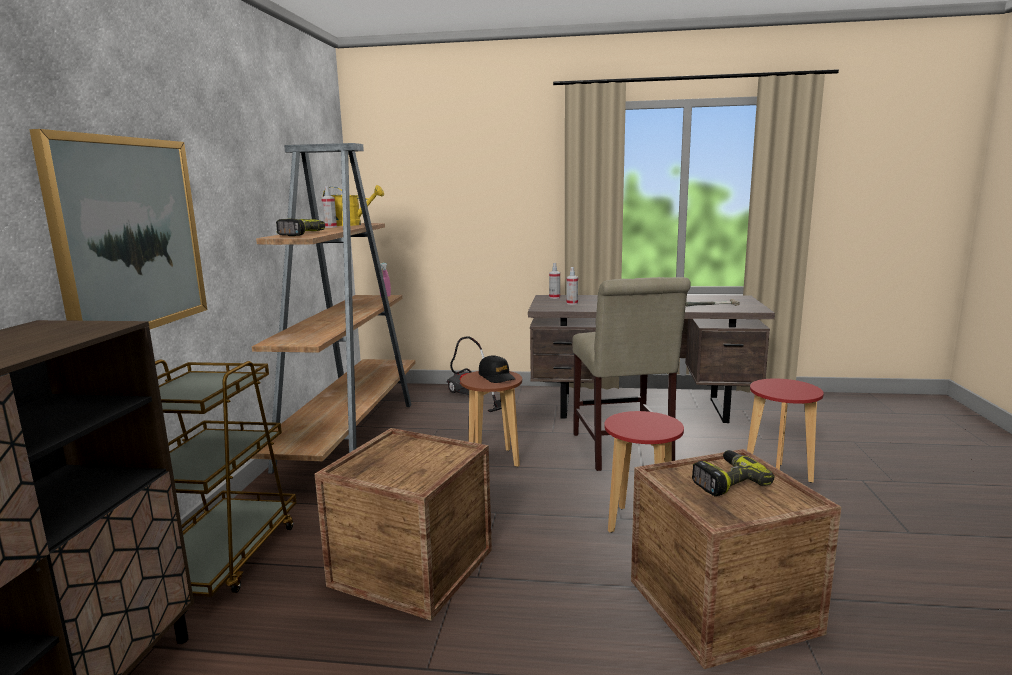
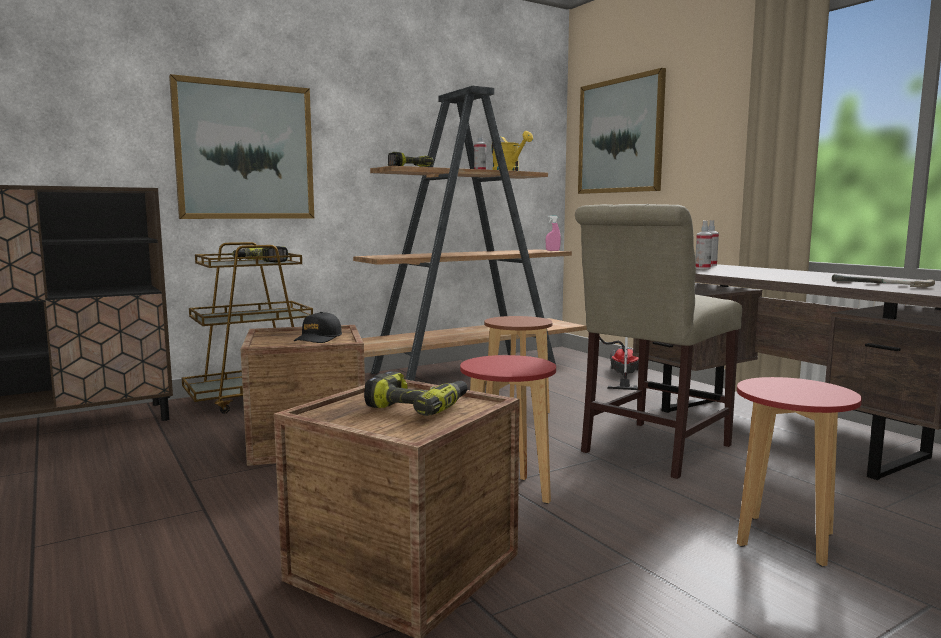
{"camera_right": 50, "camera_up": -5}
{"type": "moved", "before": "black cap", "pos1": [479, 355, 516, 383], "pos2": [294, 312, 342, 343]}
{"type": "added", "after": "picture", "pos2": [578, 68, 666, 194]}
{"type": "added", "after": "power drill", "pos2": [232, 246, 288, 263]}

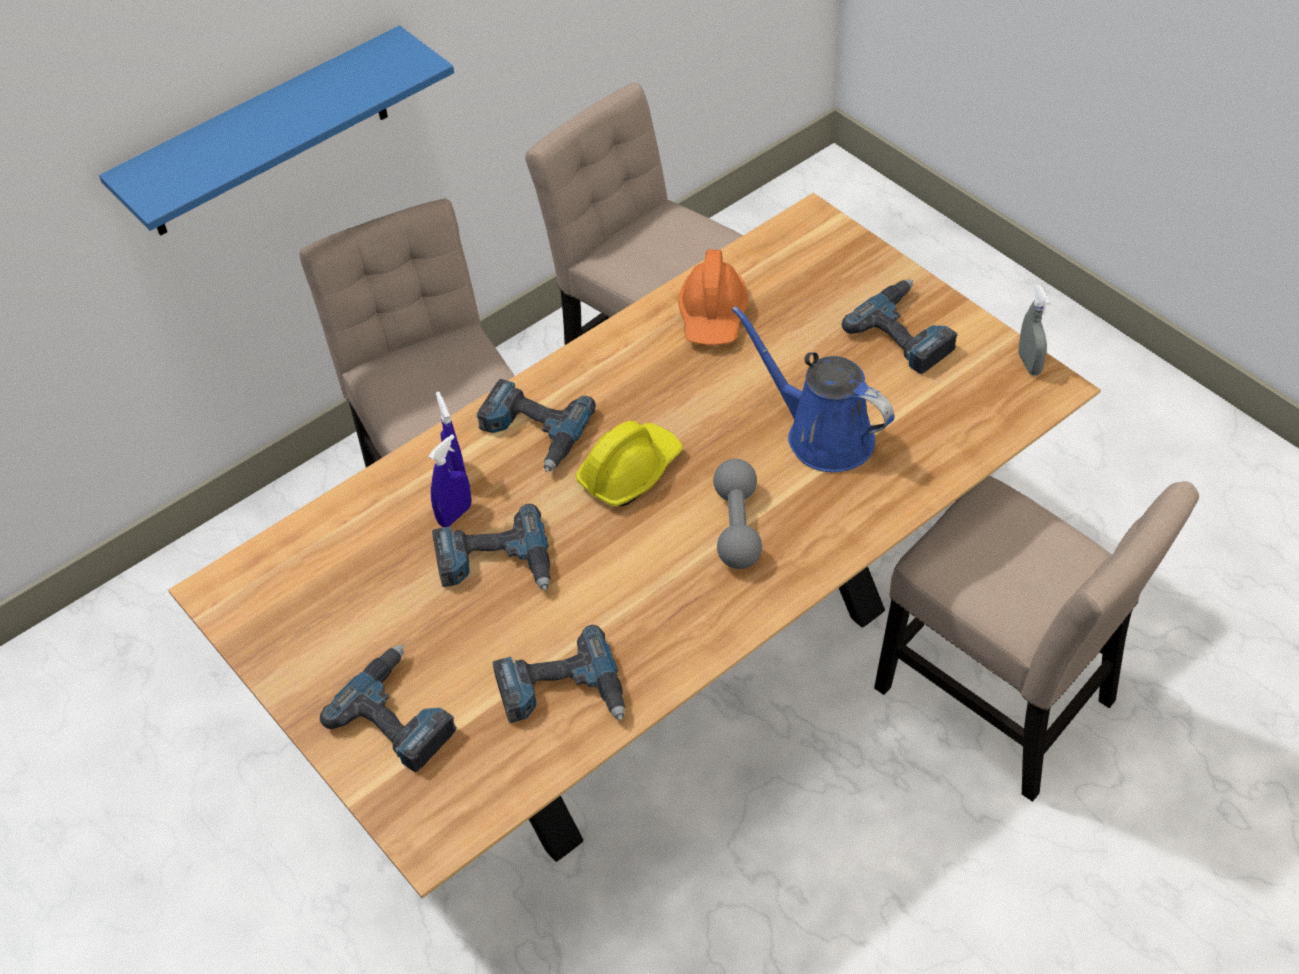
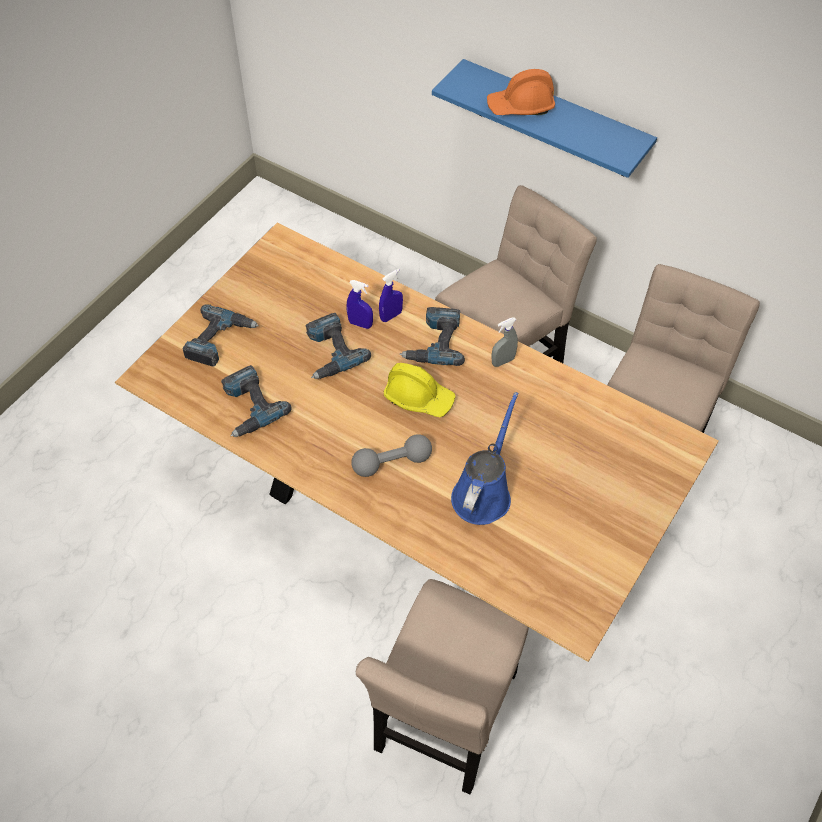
{"camera_right": 70, "camera_up": 5}
{"type": "moved", "before": "orange hard hat", "pos1": [678, 250, 748, 345], "pos2": [487, 69, 555, 115]}
{"type": "removed", "before": "power drill", "pos1": [842, 279, 958, 374]}
{"type": "moved", "before": "grey spray bottle", "pos1": [1018, 285, 1051, 376], "pos2": [492, 317, 518, 367]}

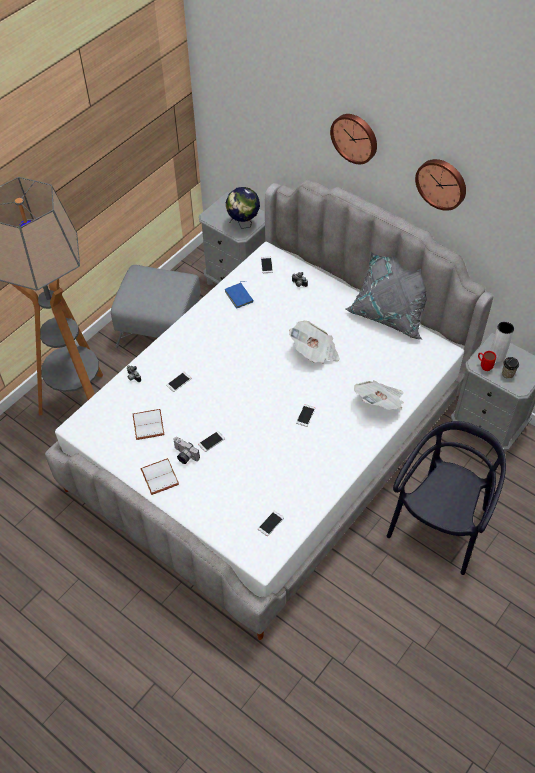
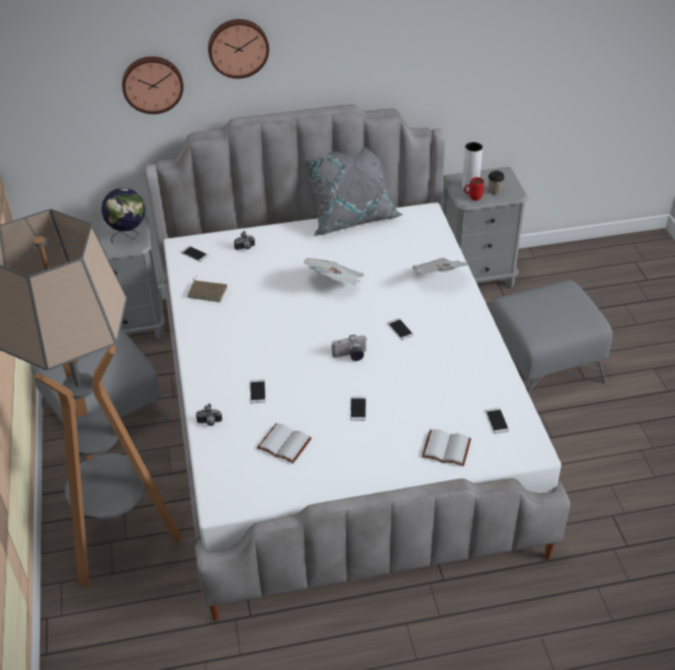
{"camera_right": -50, "camera_up": -10}
{"type": "moved", "before": "wall clock", "pos1": [415, 159, 466, 211], "pos2": [122, 56, 183, 114]}
{"type": "recoloured", "before": "blue book", "after": "brown book", "pos1": [225, 281, 253, 309], "pos2": [188, 276, 227, 302]}
{"type": "replaced", "before": "black chair", "after": "grey ottoman", "pos1": [387, 421, 506, 575], "pos2": [489, 280, 613, 394]}
{"type": "moved", "before": "photo camera", "pos1": [173, 437, 200, 464], "pos2": [332, 335, 367, 361]}
{"type": "moved", "before": "white book", "pos1": [140, 458, 179, 495], "pos2": [422, 429, 471, 466]}

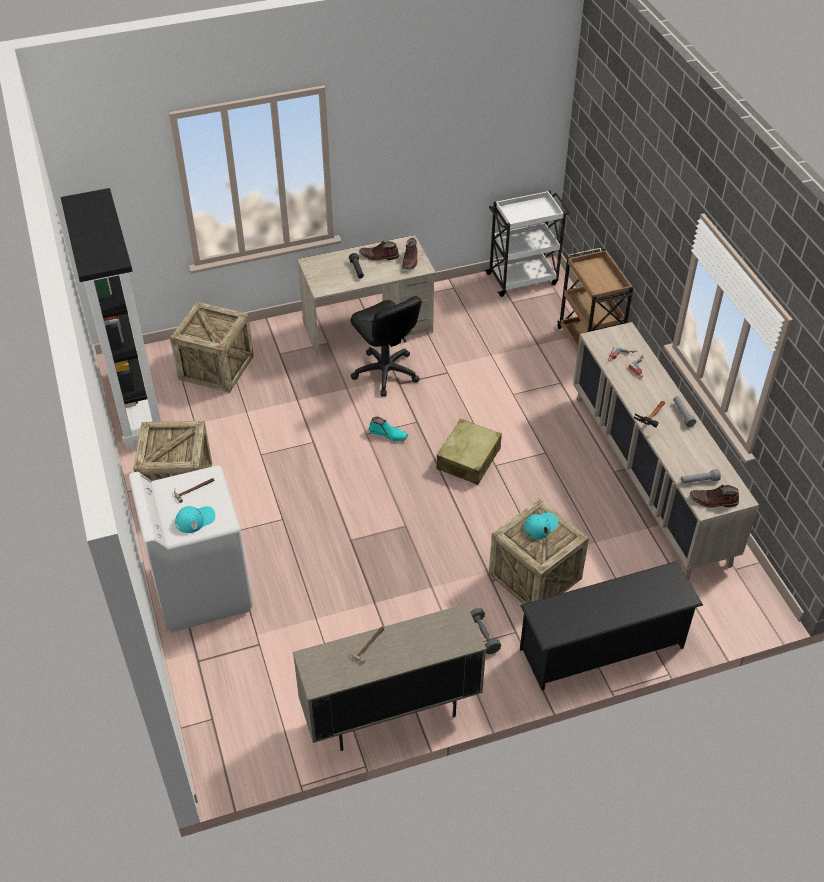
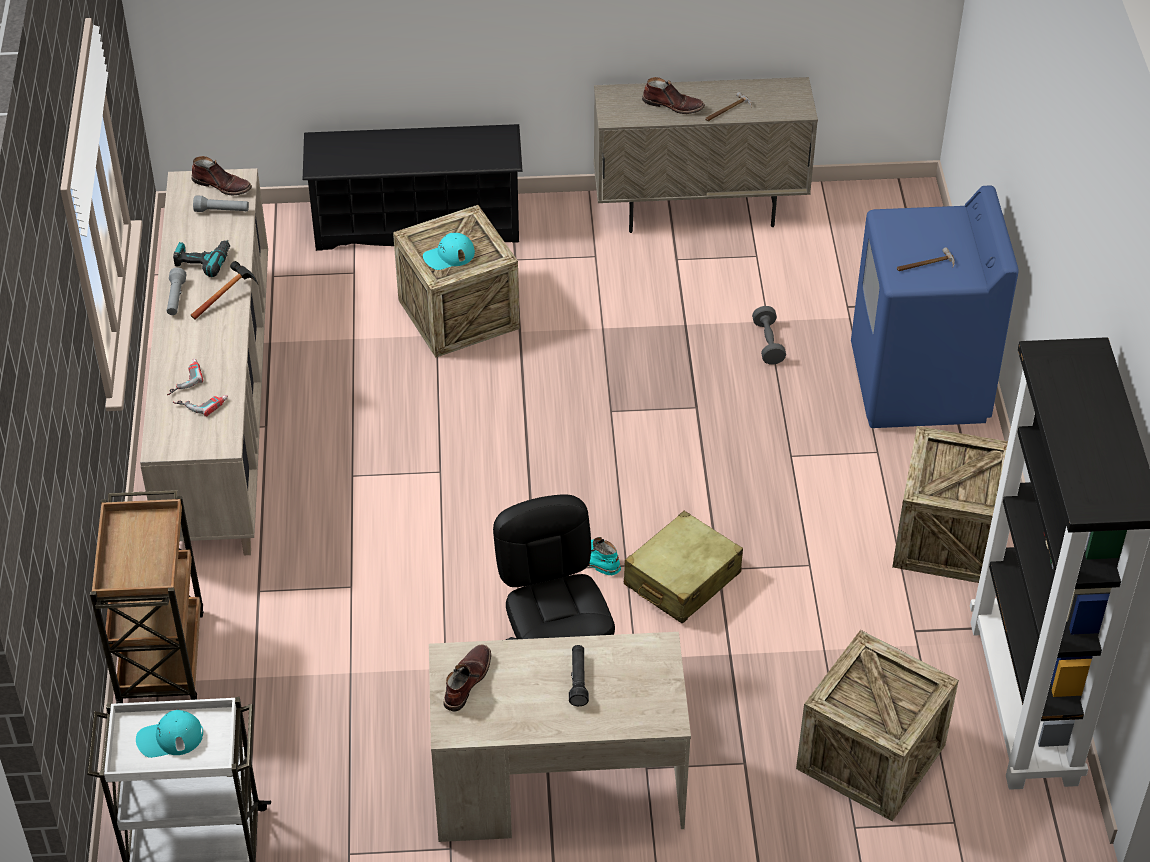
{"camera_right": -165, "camera_up": 0}
{"type": "moved", "before": "brown boot", "pos1": [359, 241, 399, 261], "pos2": [642, 77, 705, 114]}
{"type": "moved", "before": "beige suitcase", "pos1": [437, 419, 502, 485], "pos2": [624, 511, 743, 624]}
{"type": "recoloured", "before": "white washing machine", "after": "blue washing machine", "pos1": [129, 466, 253, 633], "pos2": [851, 185, 1019, 428]}
{"type": "moved", "before": "turquoise cap", "pos1": [175, 506, 215, 533], "pos2": [136, 710, 203, 758]}
{"type": "moved", "before": "grey dumbbell", "pos1": [470, 608, 501, 654], "pos2": [752, 306, 786, 365]}
{"type": "added", "after": "power drill", "pos2": [173, 240, 230, 277]}

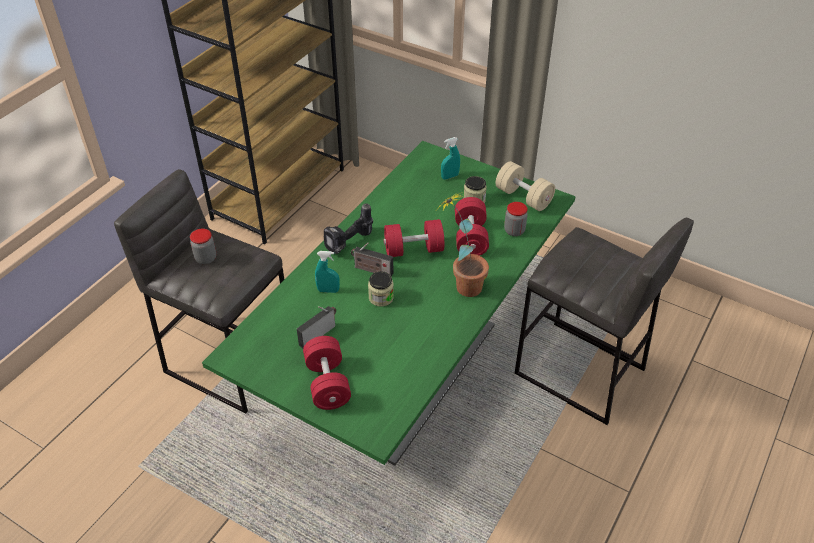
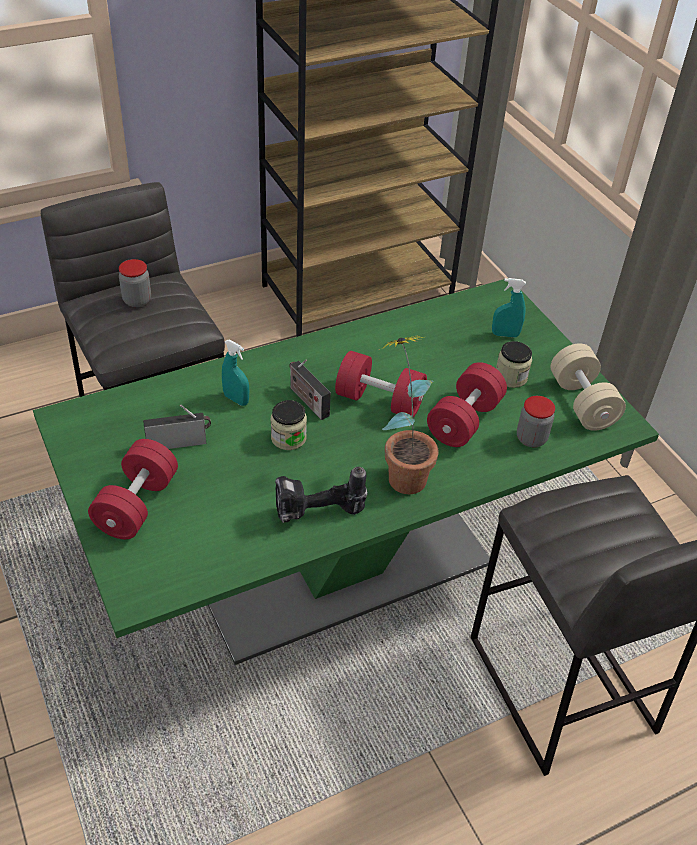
{"camera_right": 30, "camera_up": 0}
{"type": "moved", "before": "power drill", "pos1": [324, 203, 373, 254], "pos2": [275, 467, 368, 523]}

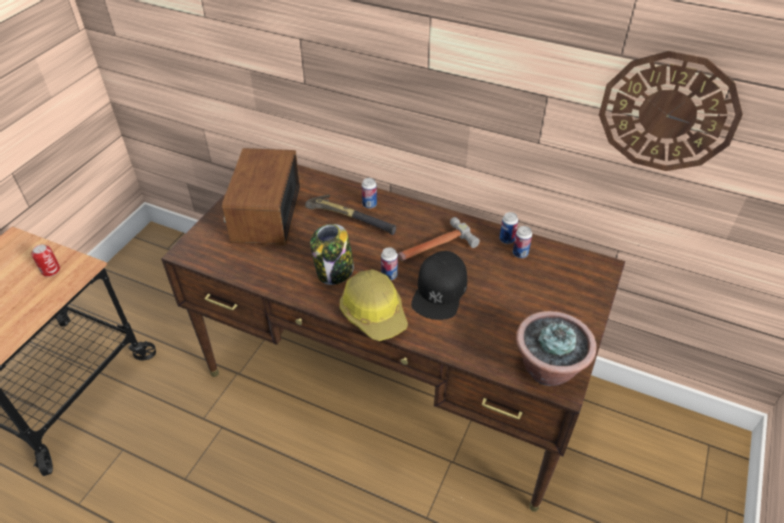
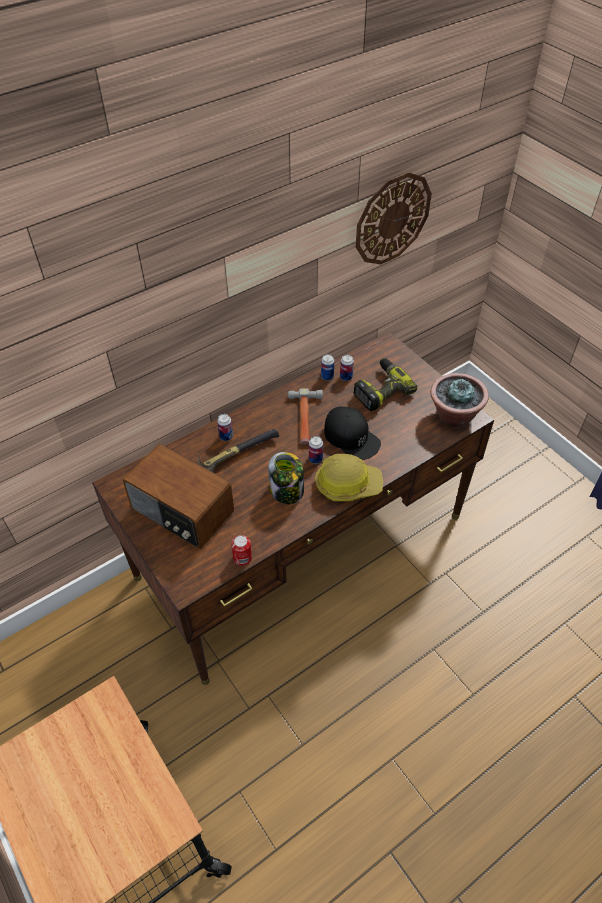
{"camera_right": -60, "camera_up": 5}
{"type": "moved", "before": "can", "pos1": [31, 244, 60, 277], "pos2": [231, 535, 252, 566]}
{"type": "added", "after": "power drill", "pos2": [353, 358, 418, 411]}

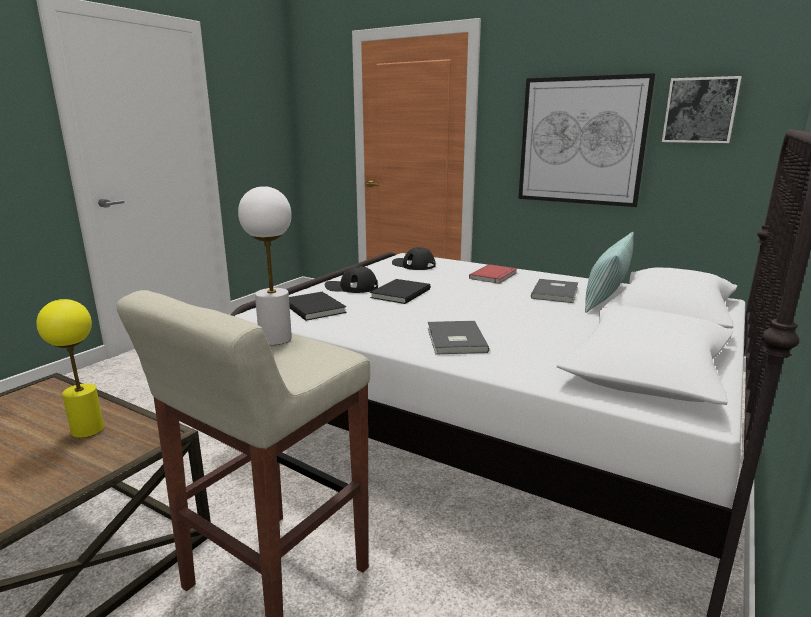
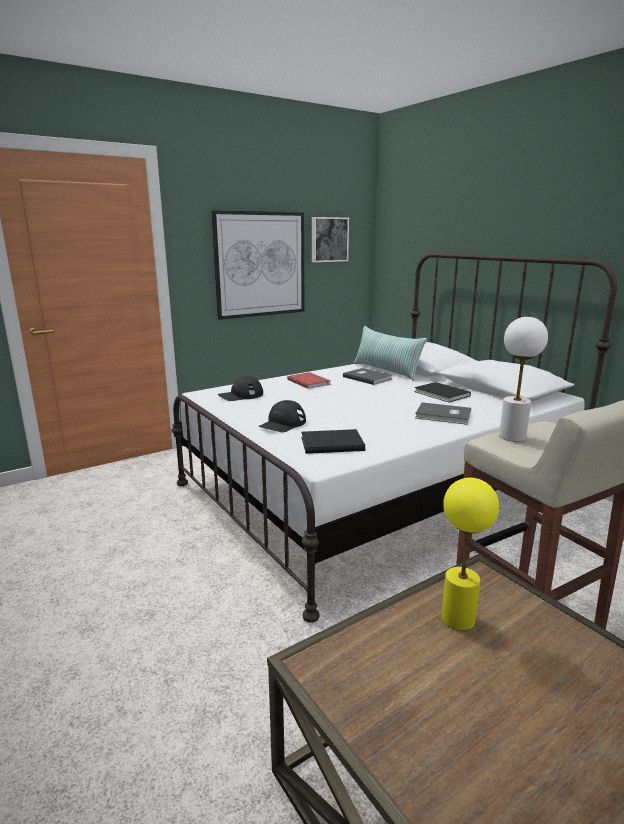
{"camera_right": -65, "camera_up": 0}
{"type": "moved", "before": "black book", "pos1": [370, 279, 431, 304], "pos2": [414, 382, 471, 402]}

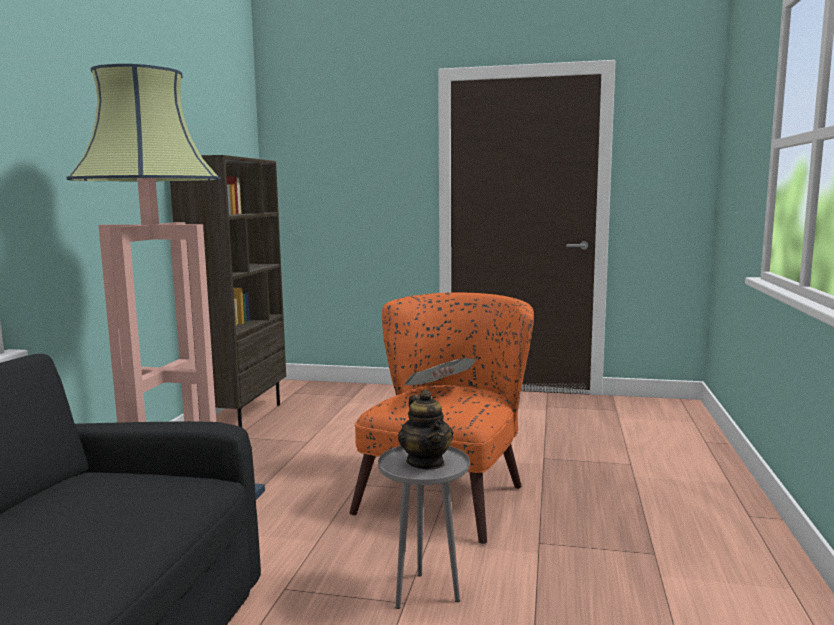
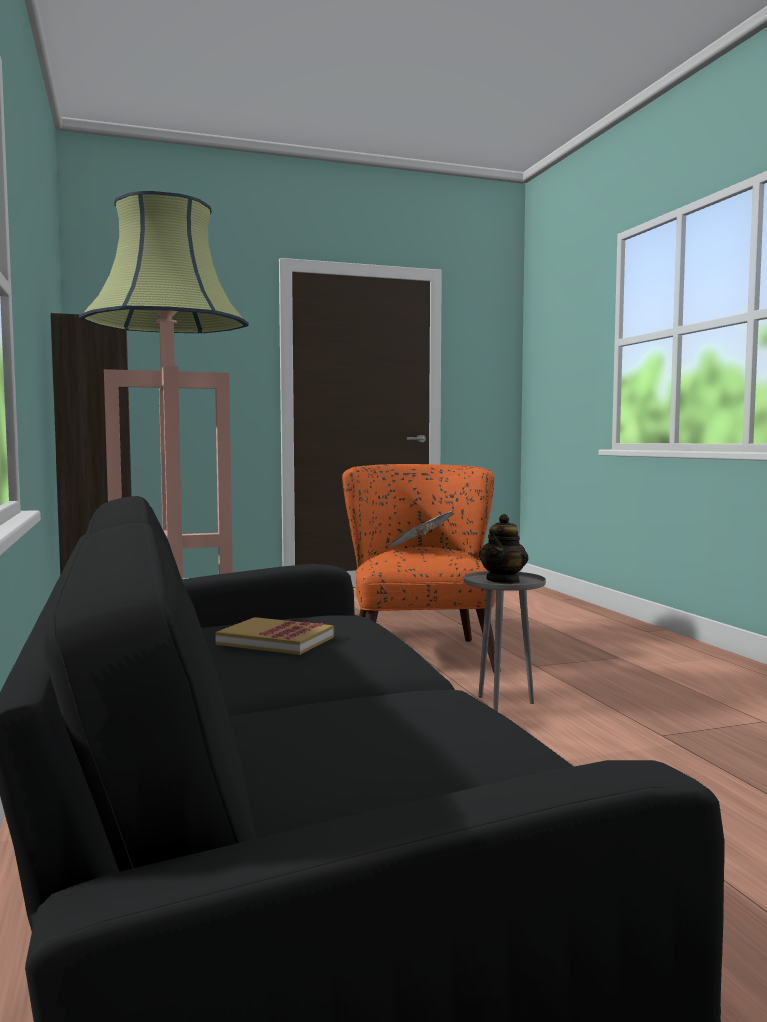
{"camera_right": -30, "camera_up": -5}
{"type": "turned", "before": "teapot", "pos1": [398, 390, 453, 470], "pos2": [479, 514, 528, 584], "turn": 75}
{"type": "added", "after": "book", "pos2": [215, 617, 334, 655]}

